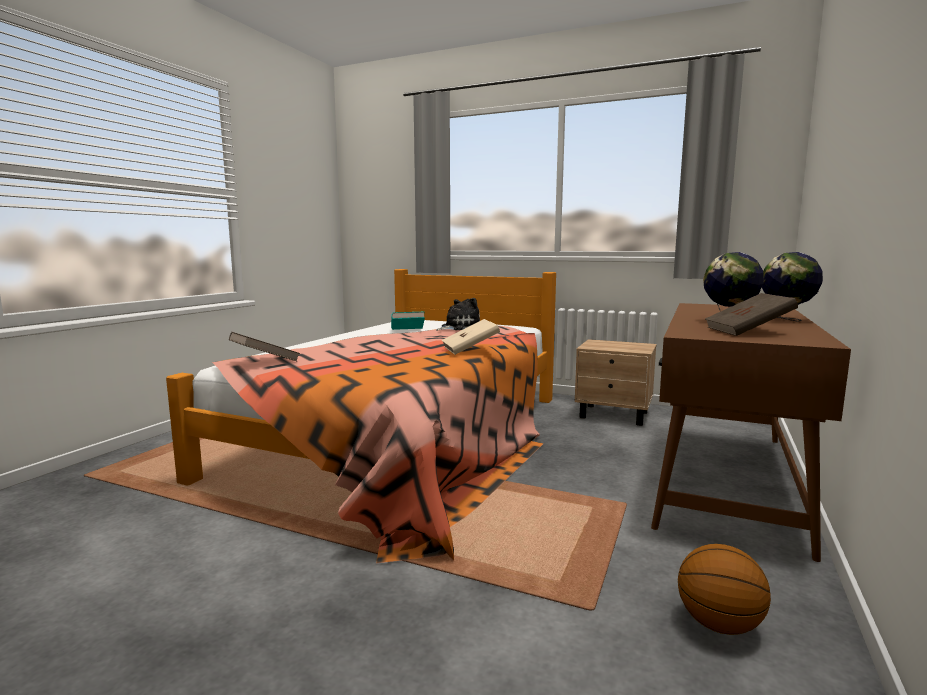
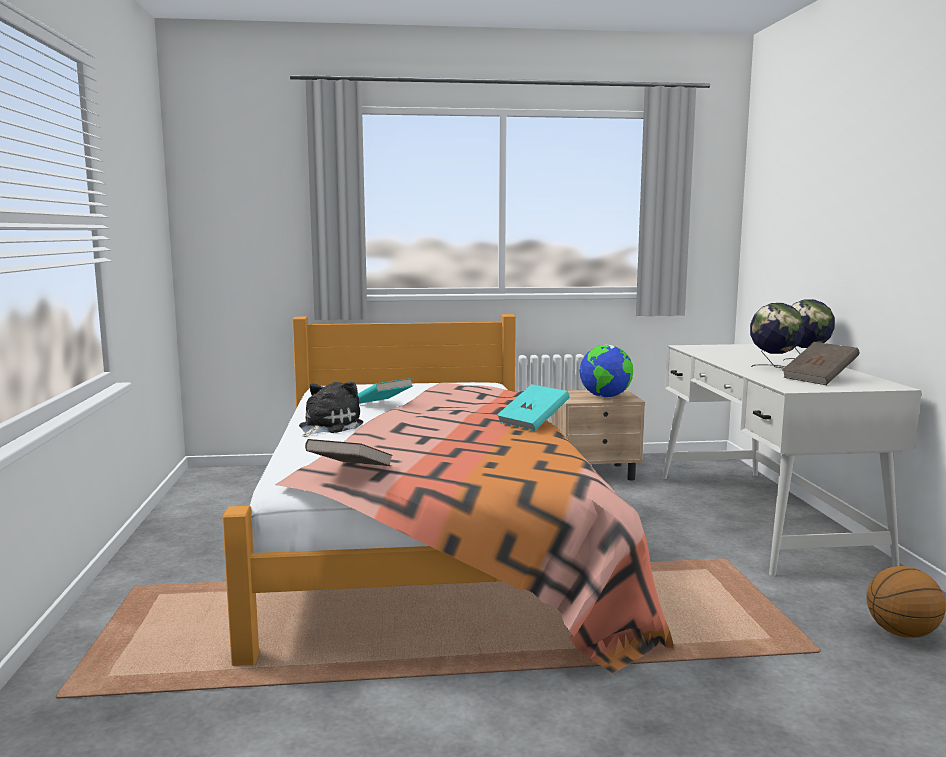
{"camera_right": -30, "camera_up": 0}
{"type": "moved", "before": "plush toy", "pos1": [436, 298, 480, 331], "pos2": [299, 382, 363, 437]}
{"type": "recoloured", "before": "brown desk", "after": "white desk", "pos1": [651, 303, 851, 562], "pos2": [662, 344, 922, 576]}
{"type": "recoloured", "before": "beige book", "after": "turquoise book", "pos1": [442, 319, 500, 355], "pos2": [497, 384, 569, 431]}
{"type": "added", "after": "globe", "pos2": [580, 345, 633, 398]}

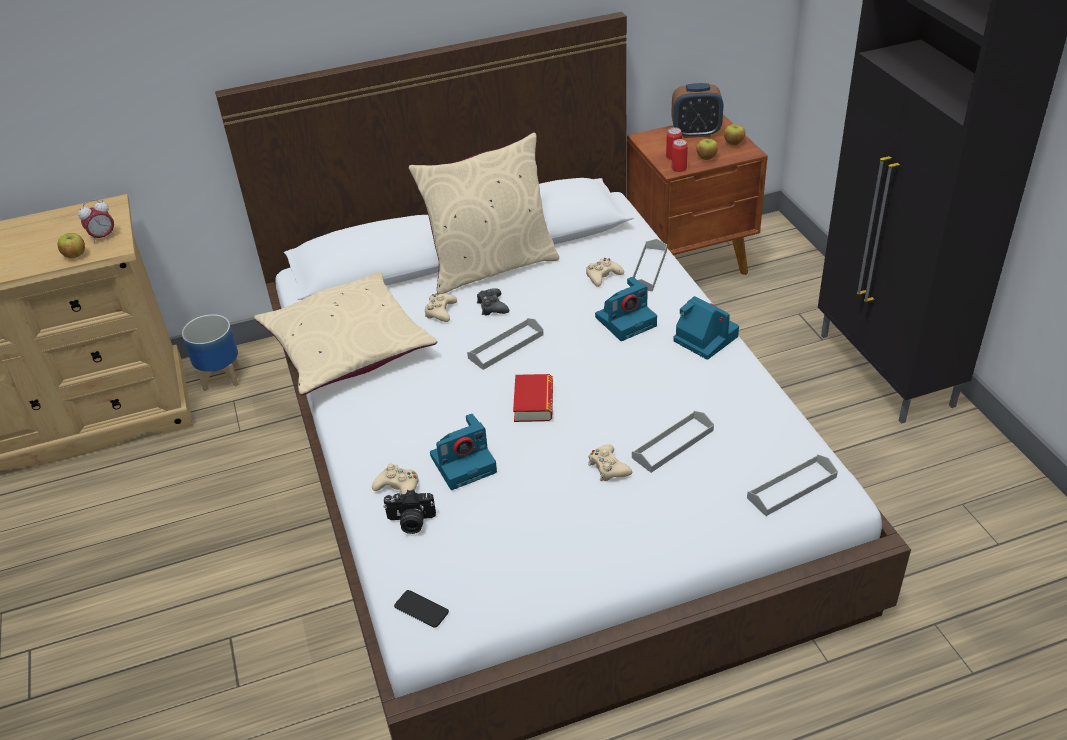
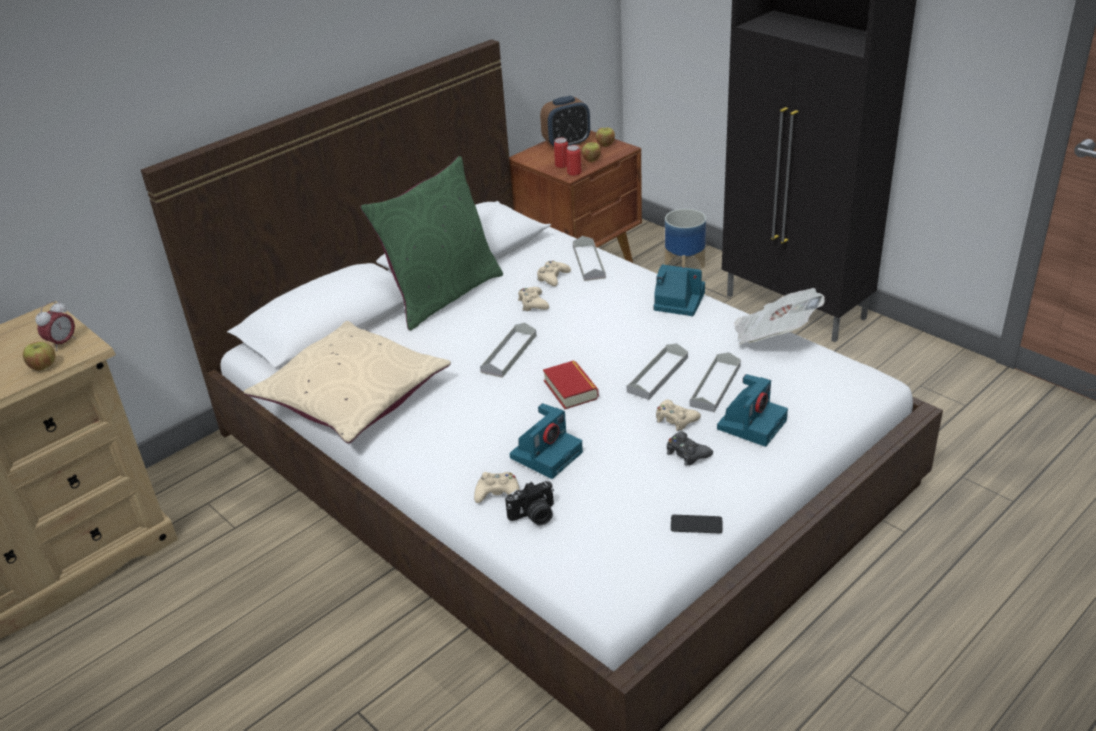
{"camera_right": -25, "camera_up": -5}
{"type": "recoloured", "before": "beige pillow", "after": "green pillow", "pos1": [408, 132, 559, 294], "pos2": [360, 156, 503, 330]}
{"type": "moved", "before": "photo camera", "pos1": [595, 277, 657, 341], "pos2": [717, 374, 788, 447]}
{"type": "moved", "before": "black game controller", "pos1": [477, 288, 509, 316], "pos2": [667, 432, 713, 466]}
{"type": "moved", "before": "beige game controller", "pos1": [425, 293, 457, 322], "pos2": [518, 287, 549, 311]}
{"type": "moved", "before": "planter", "pos1": [182, 314, 239, 391], "pos2": [665, 209, 706, 268]}
{"type": "moved", "before": "grey tray", "pos1": [747, 455, 838, 516], "pos2": [627, 343, 688, 400]}
{"type": "moved", "before": "phone", "pos1": [394, 590, 449, 628], "pos2": [671, 515, 722, 533]}
{"type": "added", "after": "newspaper", "pos2": [734, 288, 825, 345]}

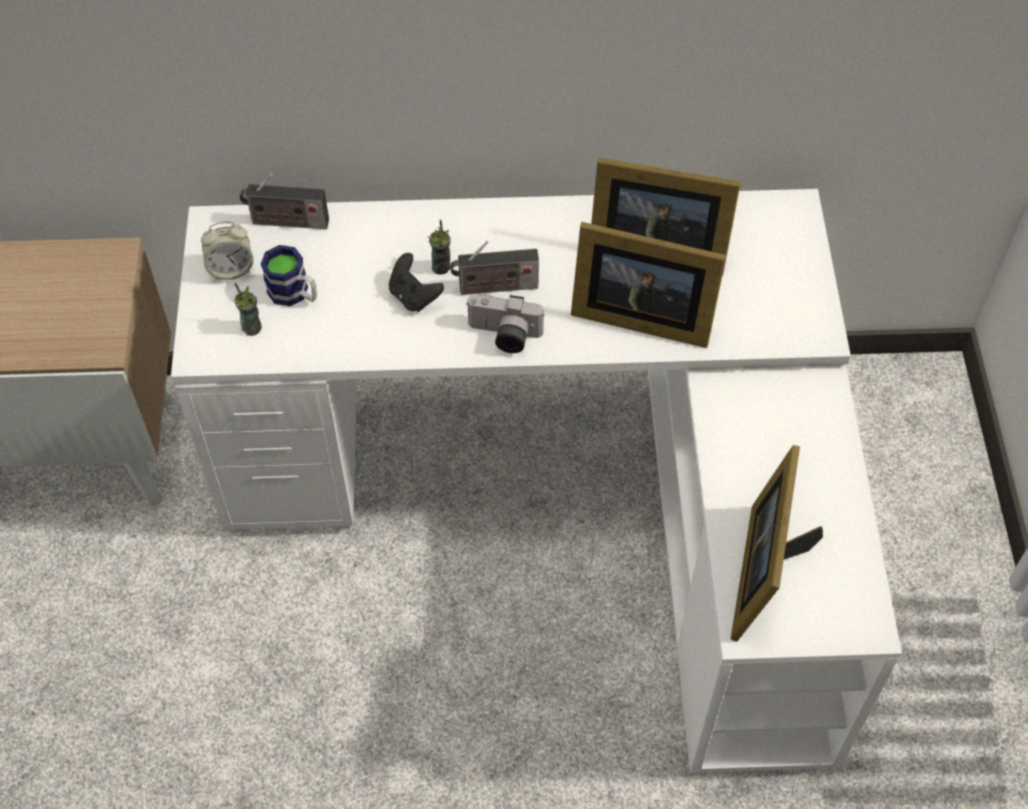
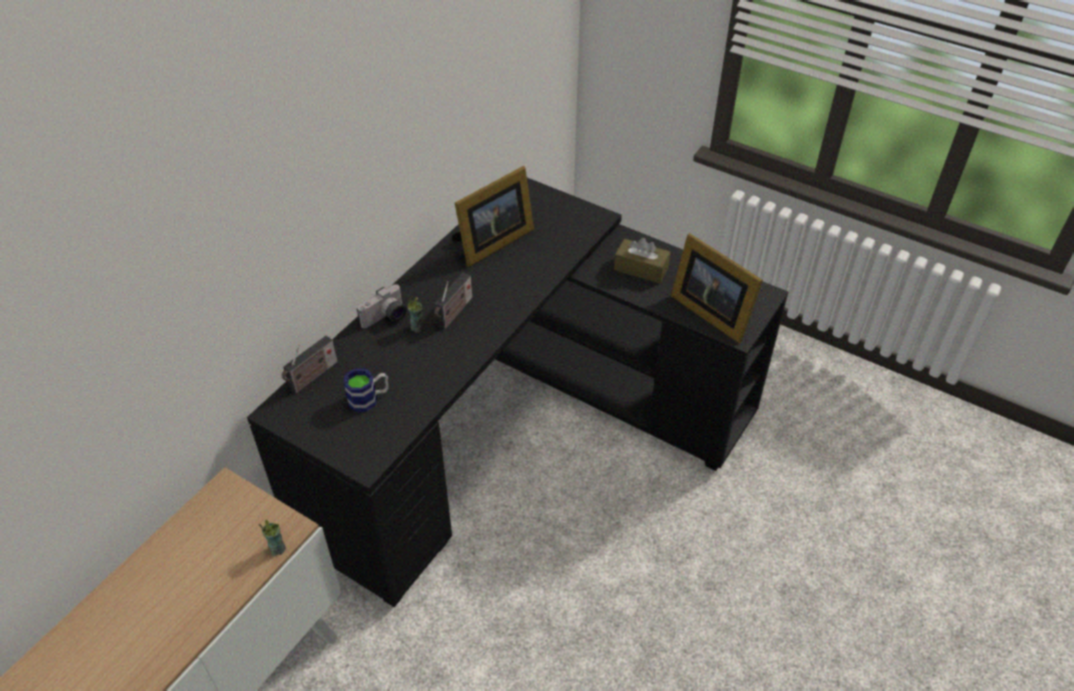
{"camera_right": -55, "camera_up": -10}
{"type": "recoloured", "before": "white desk", "after": "black desk", "pos1": [171, 189, 902, 773], "pos2": [247, 178, 788, 607]}
{"type": "removed", "before": "alarm clock", "pos1": [201, 222, 254, 280]}
{"type": "removed", "before": "picture frame", "pos1": [571, 222, 726, 348]}
{"type": "removed", "before": "black game controller", "pos1": [389, 253, 444, 312]}
{"type": "moved", "before": "cup", "pos1": [234, 283, 262, 336], "pos2": [258, 520, 286, 556]}
{"type": "moved", "before": "photo camera", "pos1": [466, 295, 545, 353], "pos2": [357, 284, 407, 328]}
{"type": "added", "after": "brown tissue box", "pos2": [614, 238, 671, 283]}

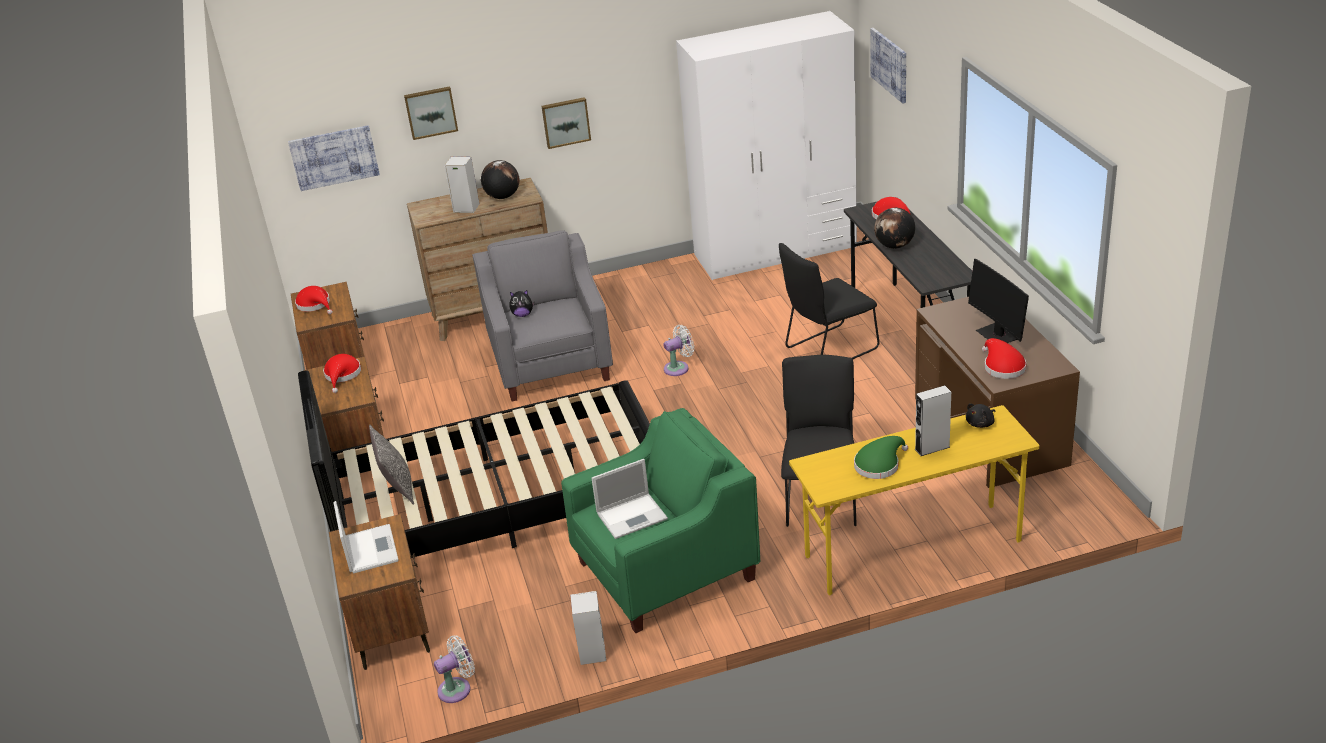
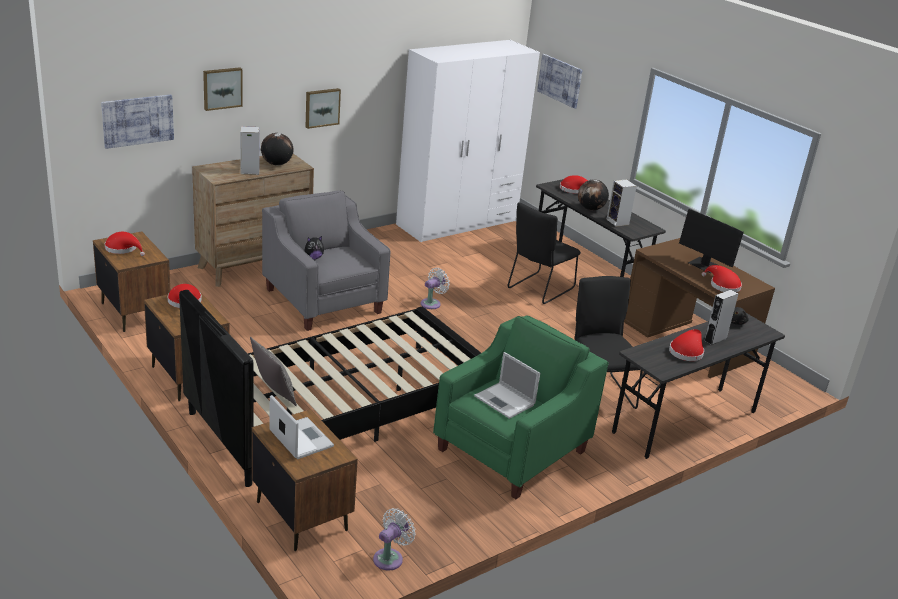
{"camera_right": -25, "camera_up": -5}
{"type": "recoloured", "before": "yellow desk", "after": "grey desk", "pos1": [789, 405, 1039, 595], "pos2": [612, 314, 785, 459]}
{"type": "recoloured", "before": "green hat", "after": "red hat", "pos1": [854, 436, 908, 479], "pos2": [669, 329, 704, 361]}
{"type": "turned", "before": "laptop", "pos1": [591, 459, 668, 539], "pos2": [474, 352, 540, 419], "turn": 90}
{"type": "moved", "before": "speaker", "pos1": [570, 591, 606, 665], "pos2": [606, 179, 637, 227]}

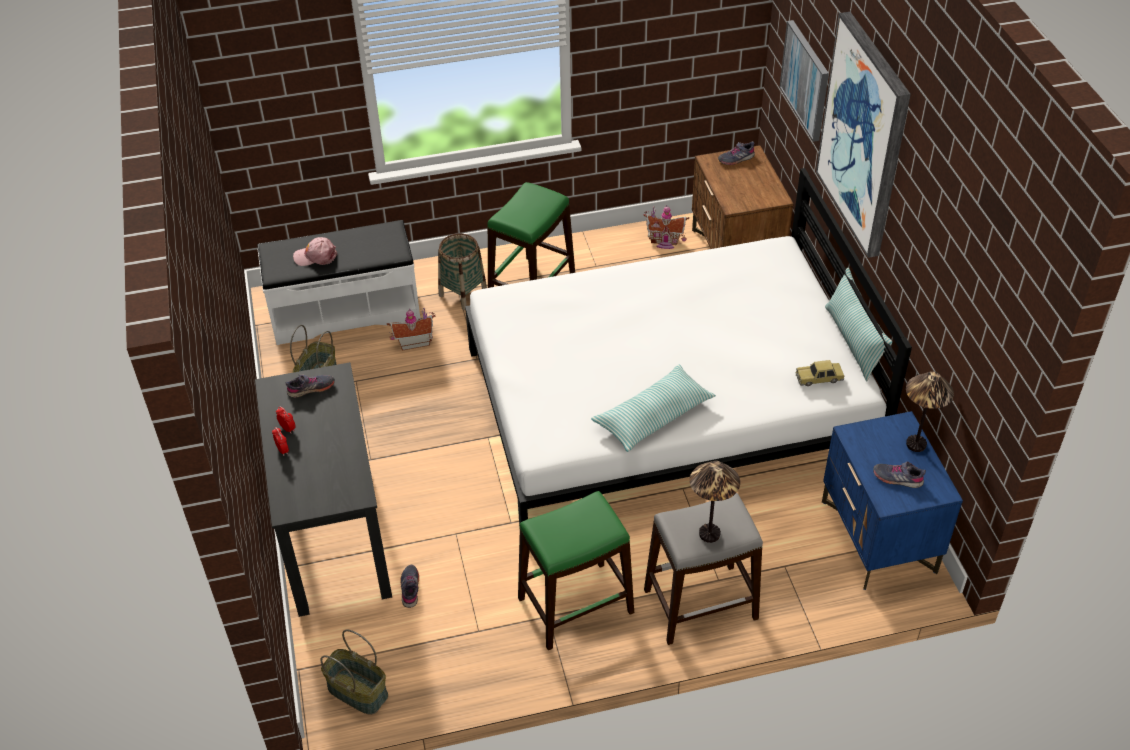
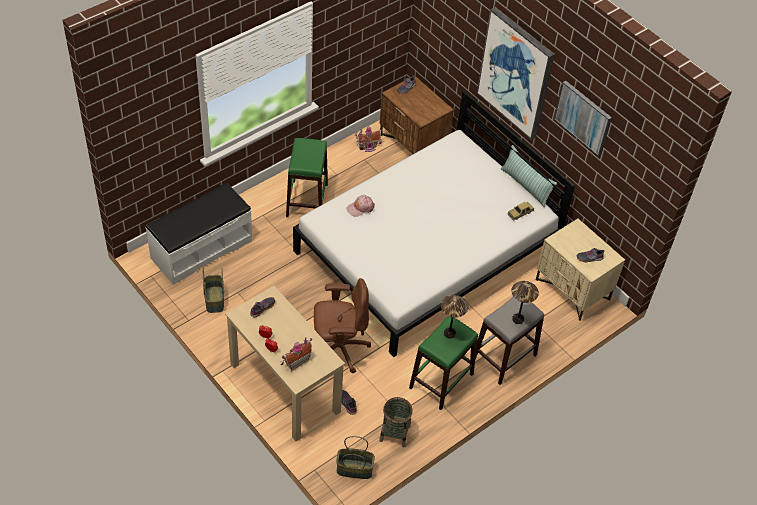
{"camera_right": -30, "camera_up": 5}
{"type": "moved", "before": "picture", "pos1": [780, 20, 829, 142], "pos2": [554, 81, 612, 156]}
{"type": "moved", "before": "basket", "pos1": [438, 234, 487, 310], "pos2": [379, 397, 413, 447]}
{"type": "moved", "before": "pink cap", "pos1": [293, 237, 337, 266], "pos2": [347, 195, 375, 217]}
{"type": "moved", "before": "toy house", "pos1": [387, 308, 435, 350], "pos2": [281, 337, 312, 370]}
{"type": "recoloured", "before": "black desk", "after": "beige desk", "pos1": [255, 362, 392, 617], "pos2": [225, 286, 345, 441]}
{"type": "removed", "before": "pillow", "pos1": [591, 365, 716, 452]}
{"type": "moved", "before": "table lamp", "pos1": [906, 371, 954, 452], "pos2": [441, 295, 468, 338]}
{"type": "recoloured", "before": "blue nightstand", "after": "beige nightstand", "pos1": [822, 411, 963, 590], "pos2": [536, 219, 625, 321]}
{"type": "added", "after": "brown office chair", "pos2": [314, 278, 371, 373]}

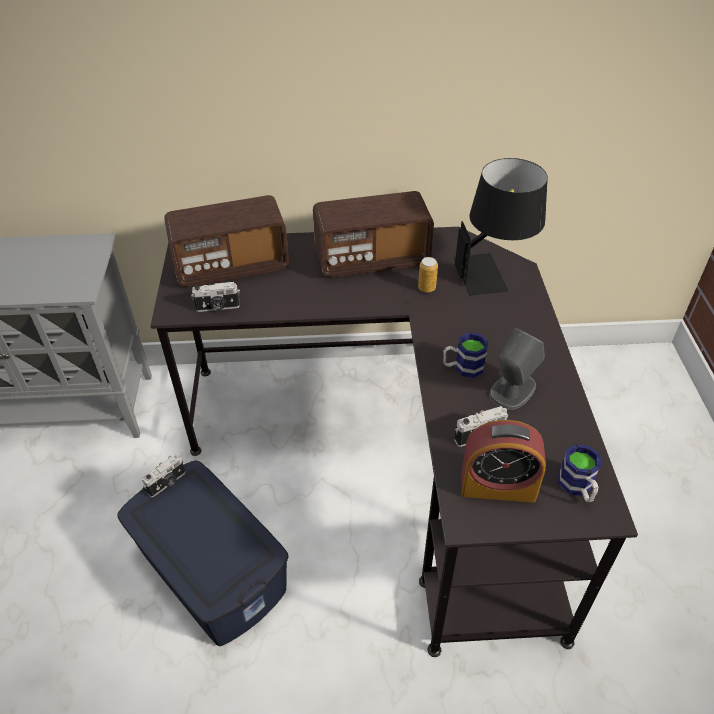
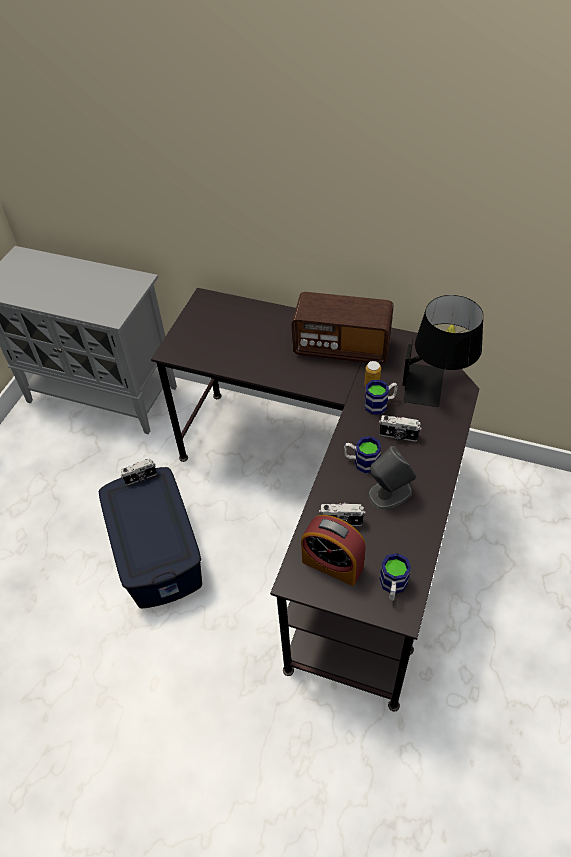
{"camera_right": 25, "camera_up": 5}
{"type": "removed", "before": "radio", "pos1": [164, 195, 289, 286]}
{"type": "moved", "before": "photo camera", "pos1": [191, 282, 240, 312], "pos2": [379, 415, 422, 442]}
{"type": "added", "after": "mug", "pos2": [364, 380, 398, 415]}

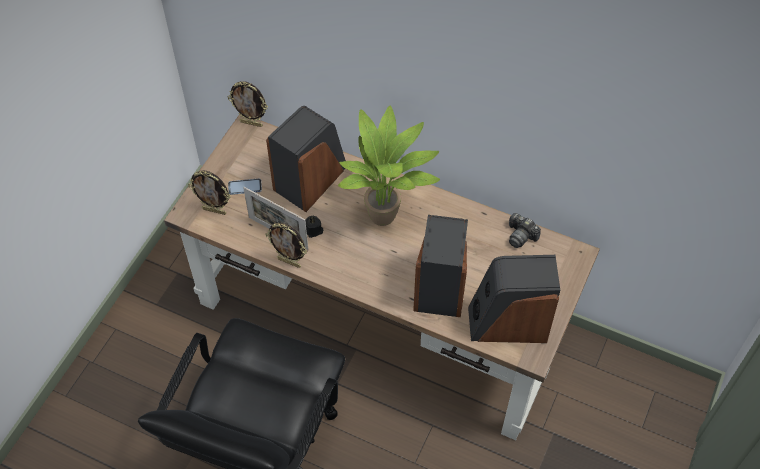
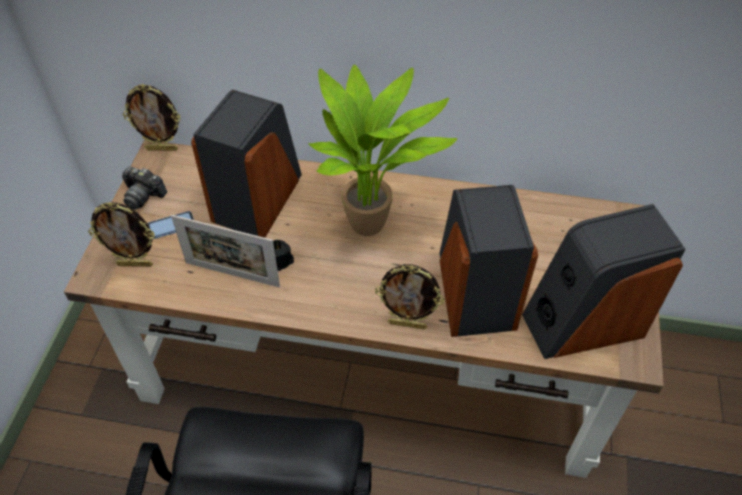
{"camera_right": -15, "camera_up": -5}
{"type": "moved", "before": "photo camera", "pos1": [509, 213, 541, 248], "pos2": [122, 166, 167, 210]}
{"type": "moved", "before": "picture frame", "pos1": [265, 223, 307, 268], "pos2": [375, 264, 444, 329]}

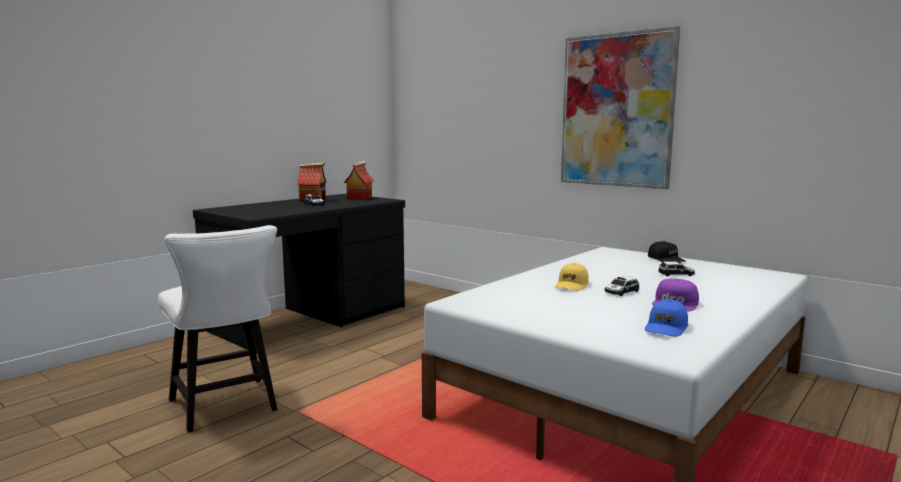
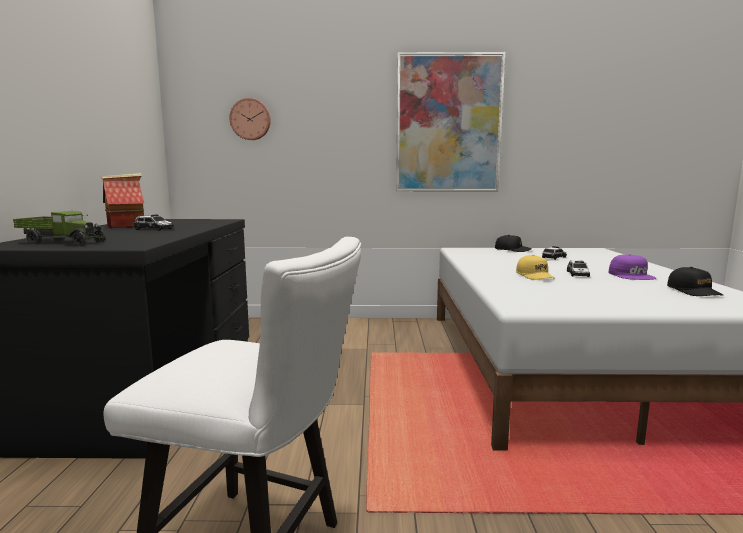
{"camera_right": -40, "camera_up": 0}
{"type": "removed", "before": "toy house", "pos1": [344, 161, 374, 200]}
{"type": "recoloured", "before": "blue cap", "after": "black cap", "pos1": [645, 299, 688, 337], "pos2": [667, 267, 723, 296]}
{"type": "added", "after": "wall clock", "pos2": [229, 98, 271, 140]}
{"type": "added", "after": "toy truck", "pos2": [13, 211, 106, 246]}

